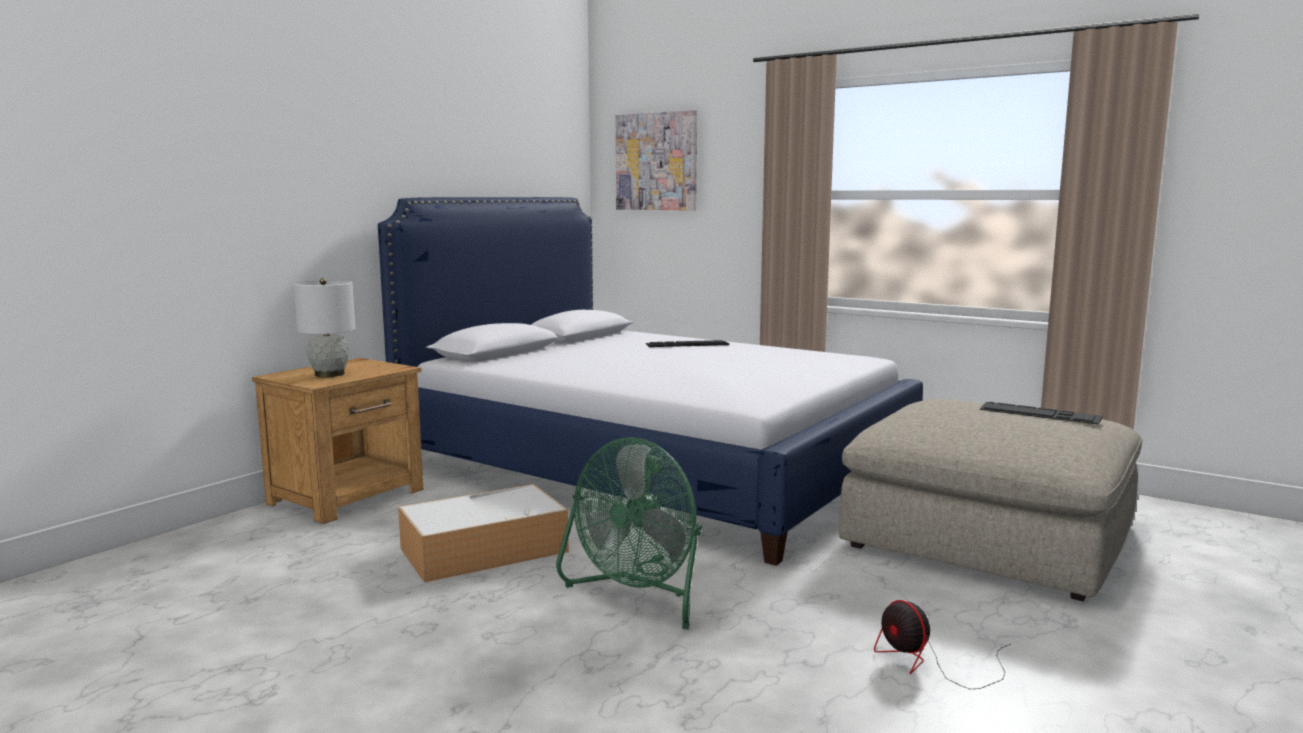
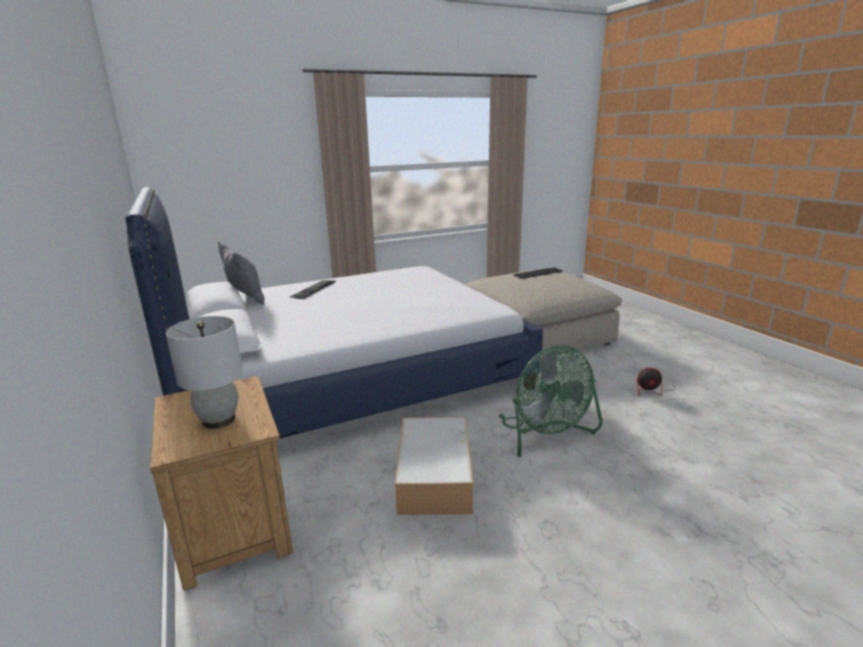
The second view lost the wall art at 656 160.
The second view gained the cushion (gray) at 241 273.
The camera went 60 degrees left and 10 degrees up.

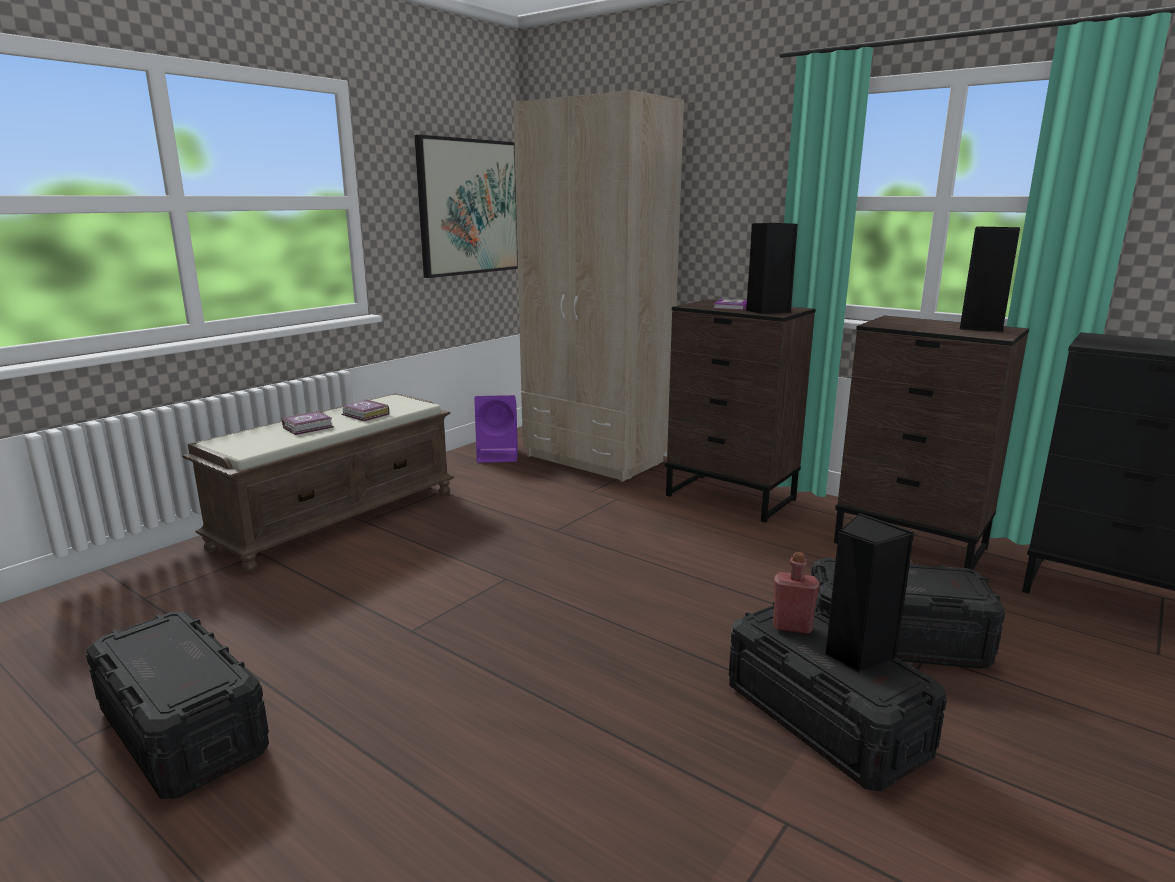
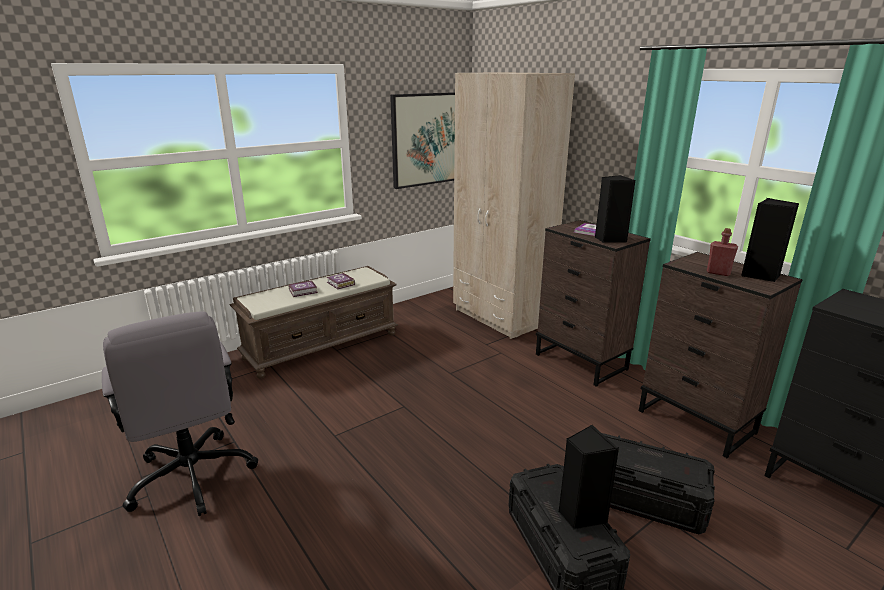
Where the storage box (black) stood at 177 705, the computer chair (gray) came to stand at 180 413.
The second view lost the audio speaker (purple) at 496 429.
The bottle (red-coloured) ended up elsewhere, having gone from 796 593 to 722 252.
The camera went 15 degrees right and 5 degrees up.

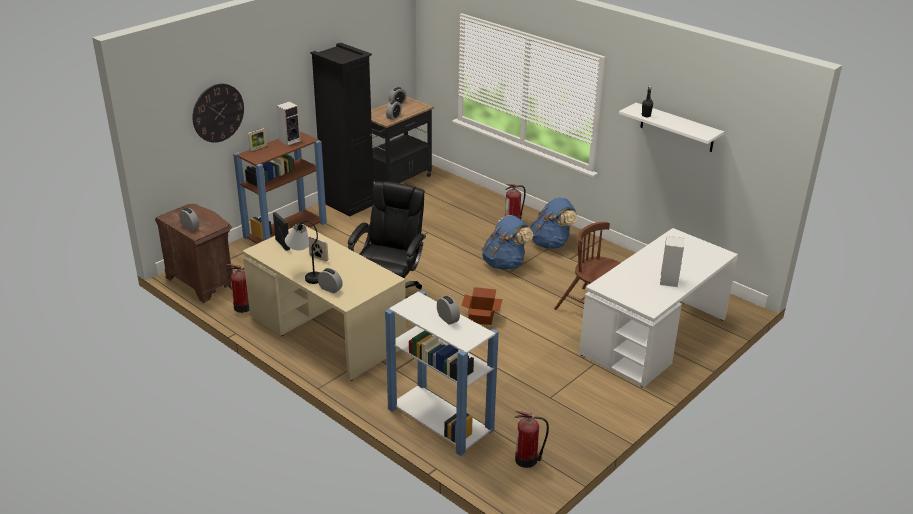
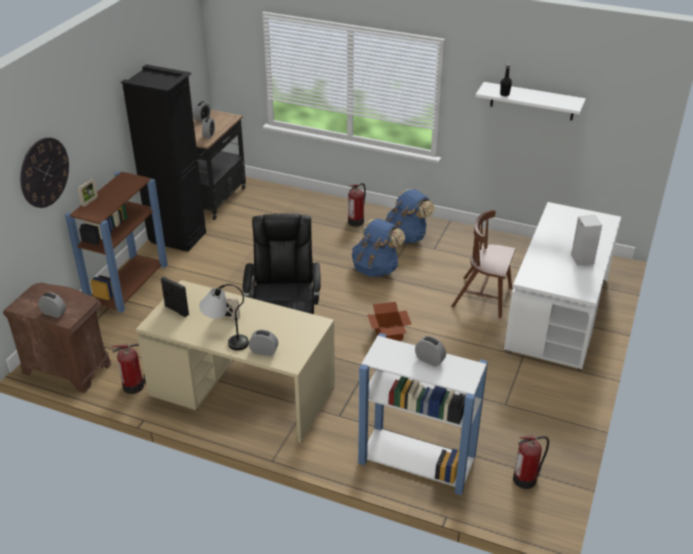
The second view lost the audio speaker at 288 123.
The camera went 20 degrees left and 5 degrees up.

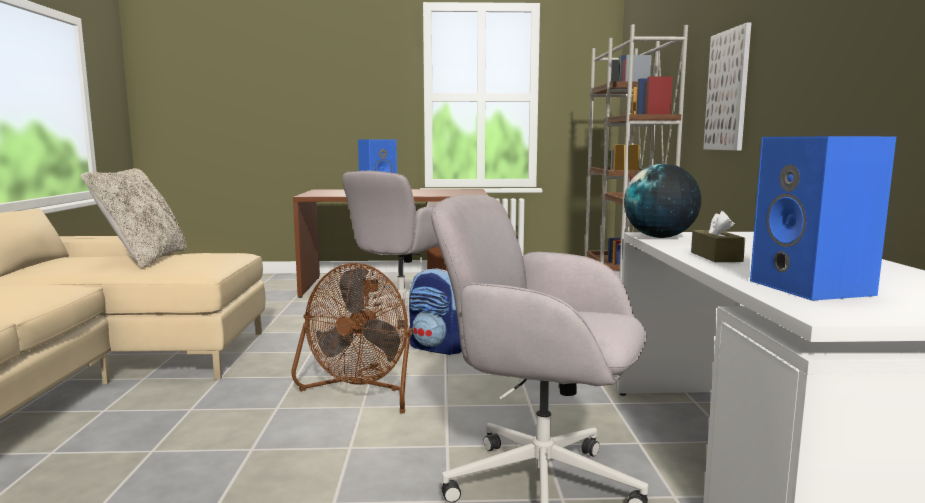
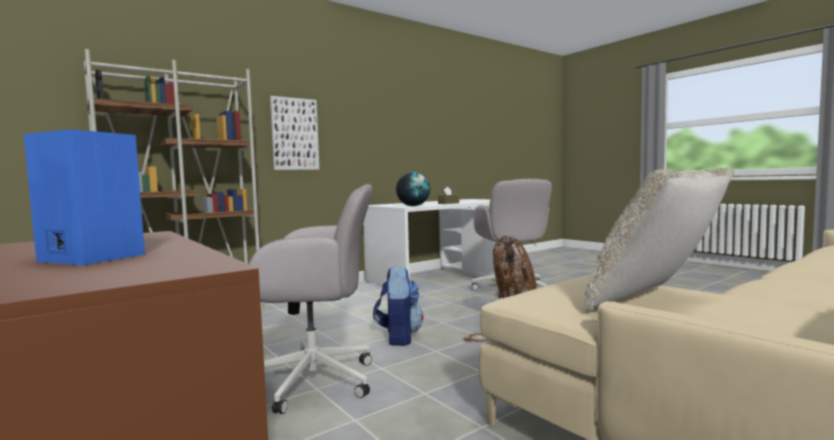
The second view lost the audio speaker (bluish) at 823 218.
The camera went 125 degrees left and 5 degrees down.

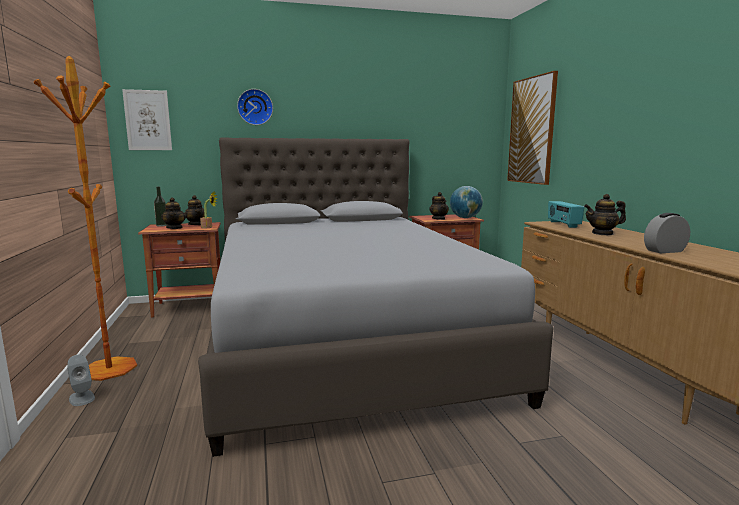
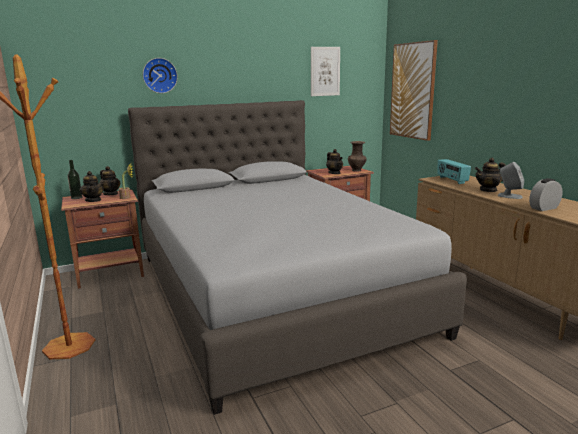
The audio speaker (gray) ended up elsewhere, having gone from 81 380 to 511 180.
The wall art ended up elsewhere, having gone from 147 119 to 325 71.
Where the globe stood at 466 202, the flower vase (brown) came to stand at 357 156.
The camera went 10 degrees left and 5 degrees up.

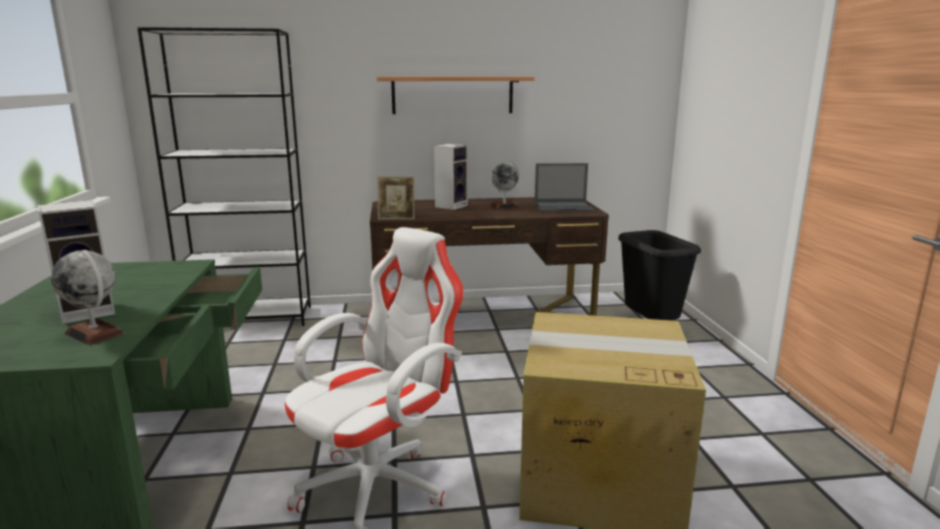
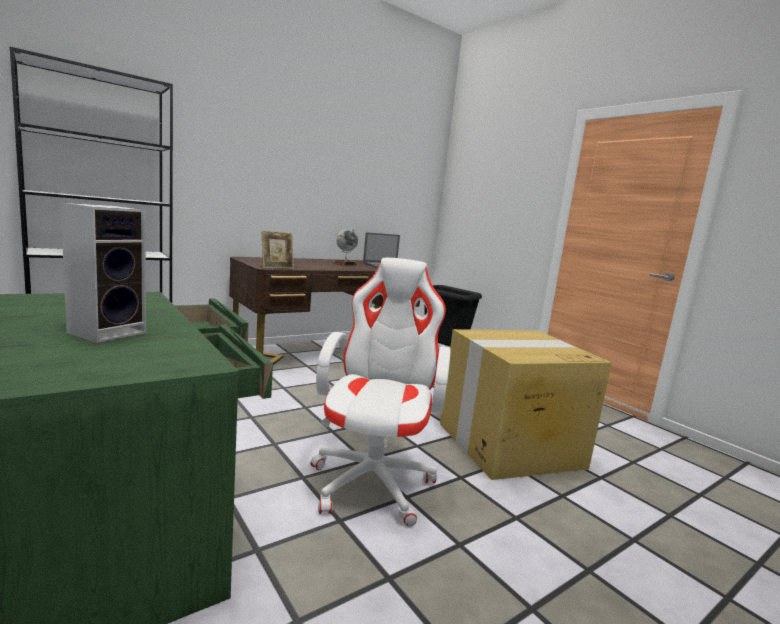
The second view lost the globe at 87 297.
The second view lost the wall shelf at 456 95.
The second view lost the audio speaker at 451 177.
The camera went 30 degrees left and 5 degrees down.

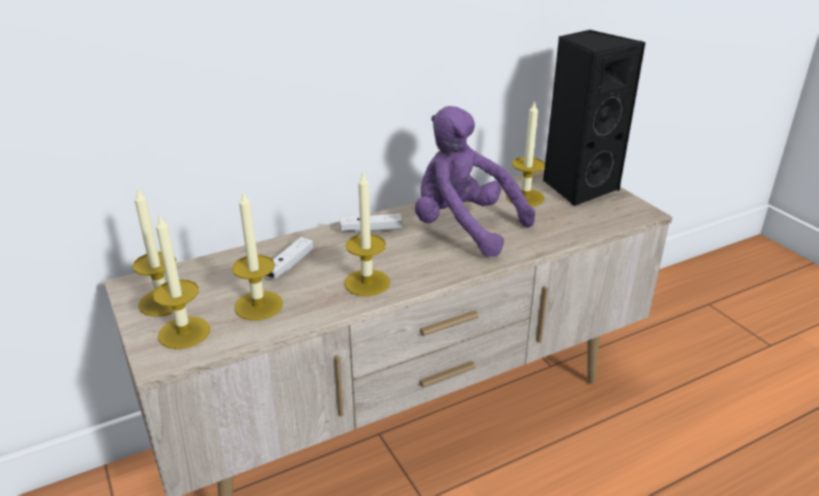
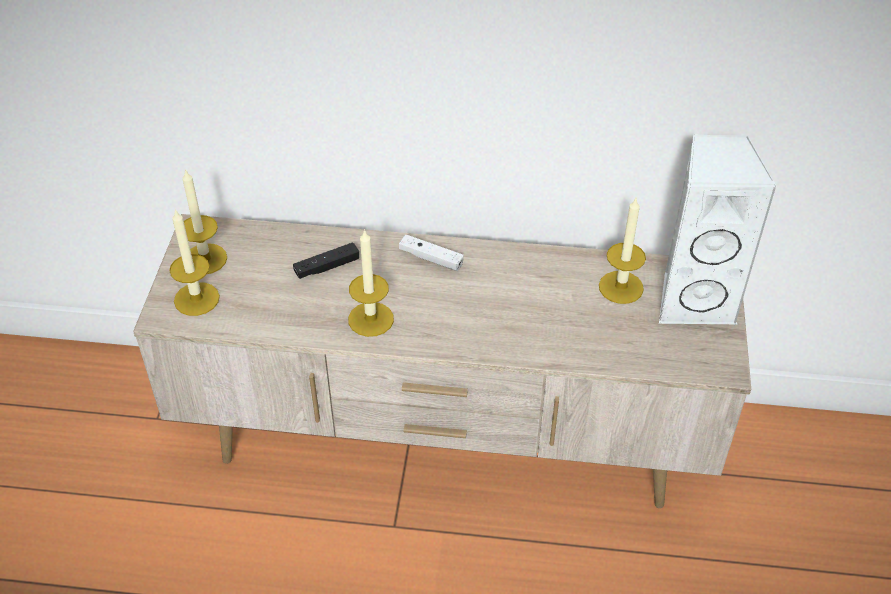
The second view lost the wax candle at 257 256.
What was the joypad (white-coloured) at 289 258 turned into the joypad (black) at 326 260.
The second view lost the plush toy (purple) at 475 181.
What was the audio speaker (black) at 594 118 turned into the audio speaker (white-coloured) at 718 230.
The camera went 35 degrees right and 15 degrees up.

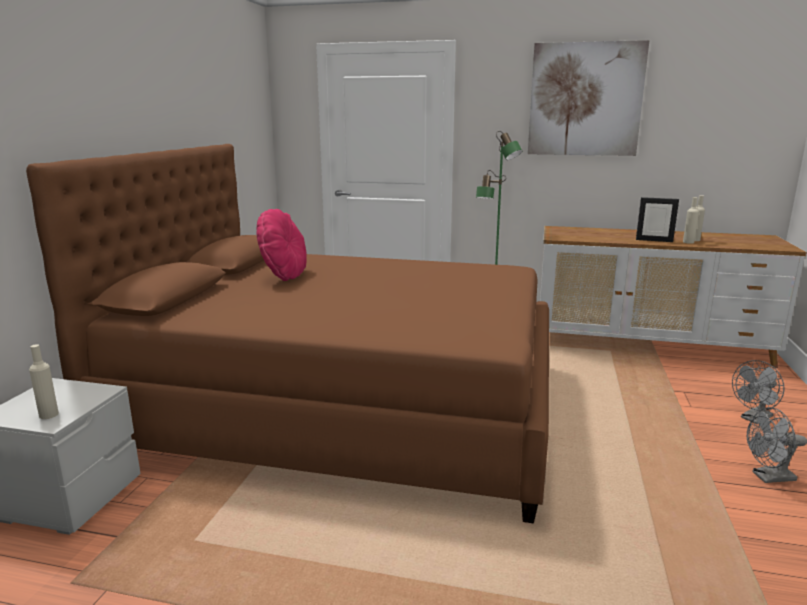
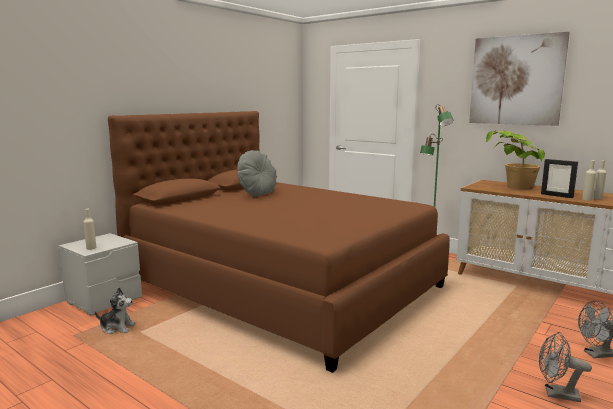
What was the cushion (pink-coloured) at 282 245 turned into the cushion (gray) at 256 173.
The second view gained the plush toy at 115 310.
The second view gained the plant in a pot at 515 160.
The camera went 25 degrees right and 5 degrees down.

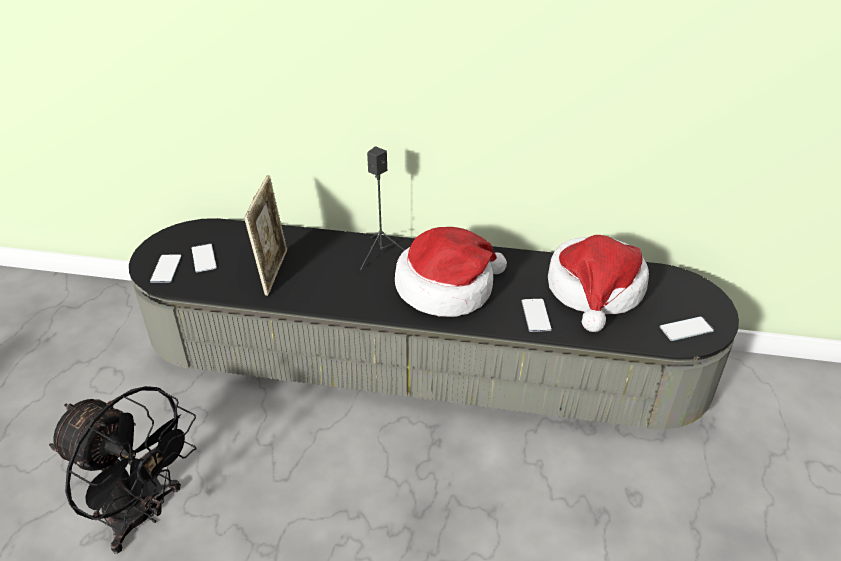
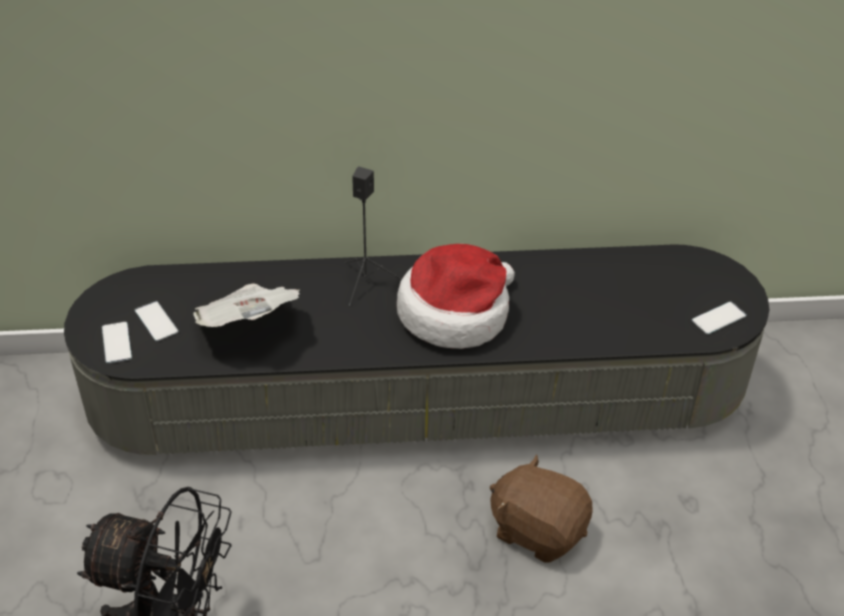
Where the standing frame stood at 265 235, the newspaper came to stand at 246 305.
The second view lost the telephone at 537 315.
The second view lost the clothing hat at 598 283.
The second view gained the plush toy (brown) at 541 509.
The camera went 15 degrees left and 5 degrees up.

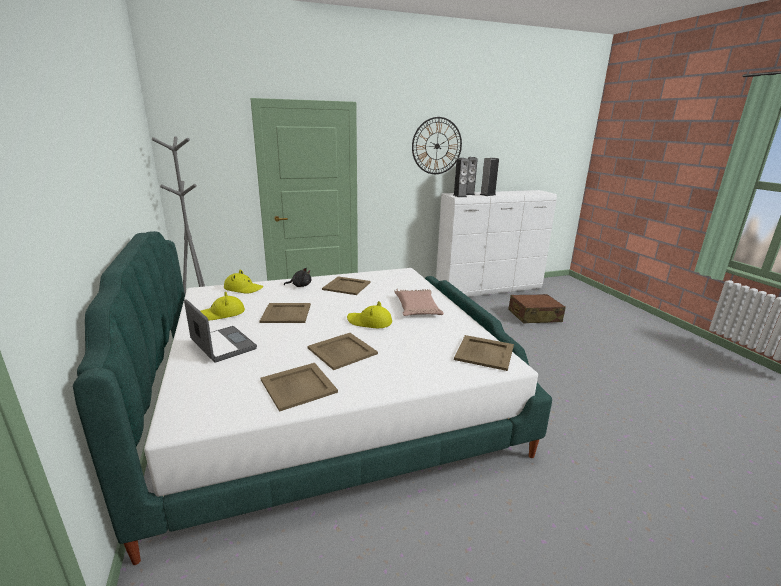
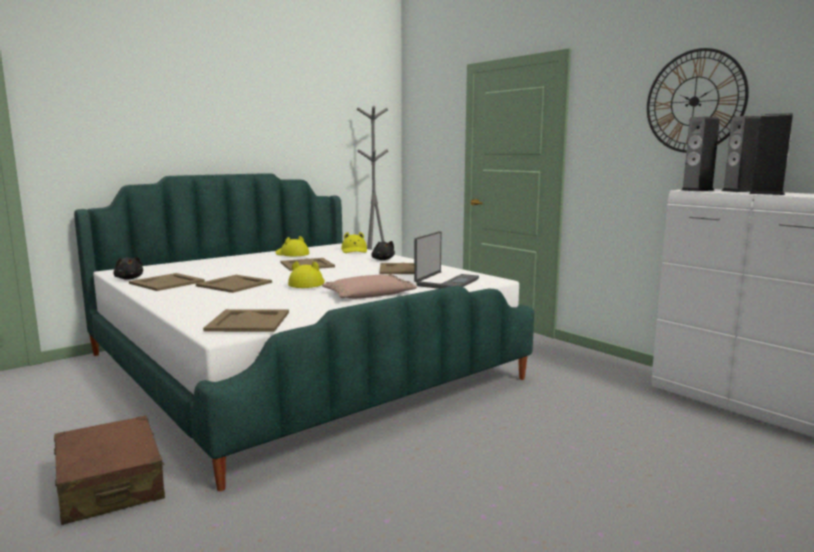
The laptop ended up elsewhere, having gone from 220 331 to 446 260.
The suitcase (brown) ended up elsewhere, having gone from 537 308 to 109 470.
The second view gained the plush toy (black) at 128 268.
The camera went 70 degrees right and 10 degrees down.

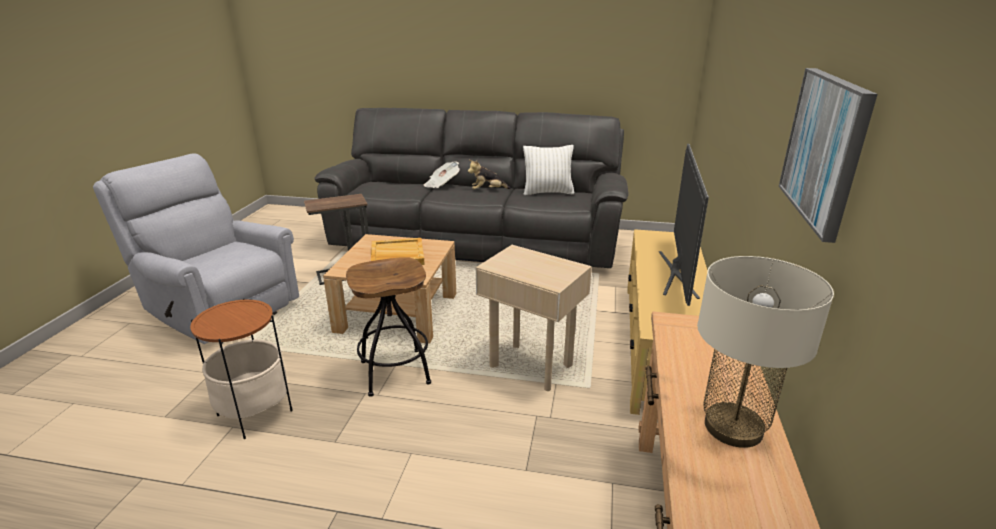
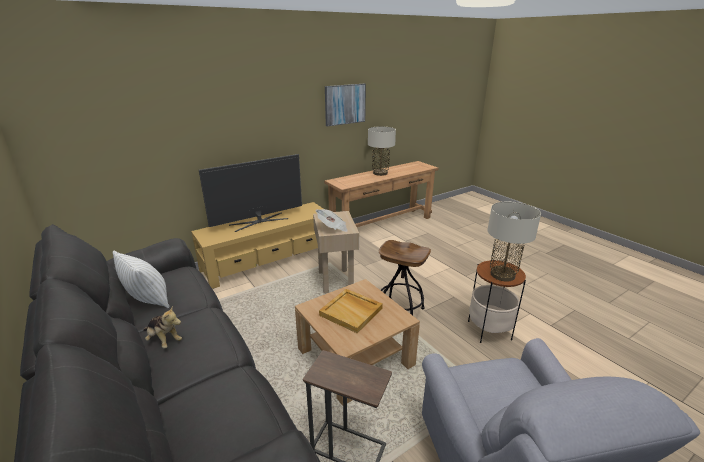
The newspaper ended up elsewhere, having gone from 442 174 to 332 220.
The second view gained the tabletop lamp at 514 241.
The camera went 135 degrees left and 0 degrees up.

